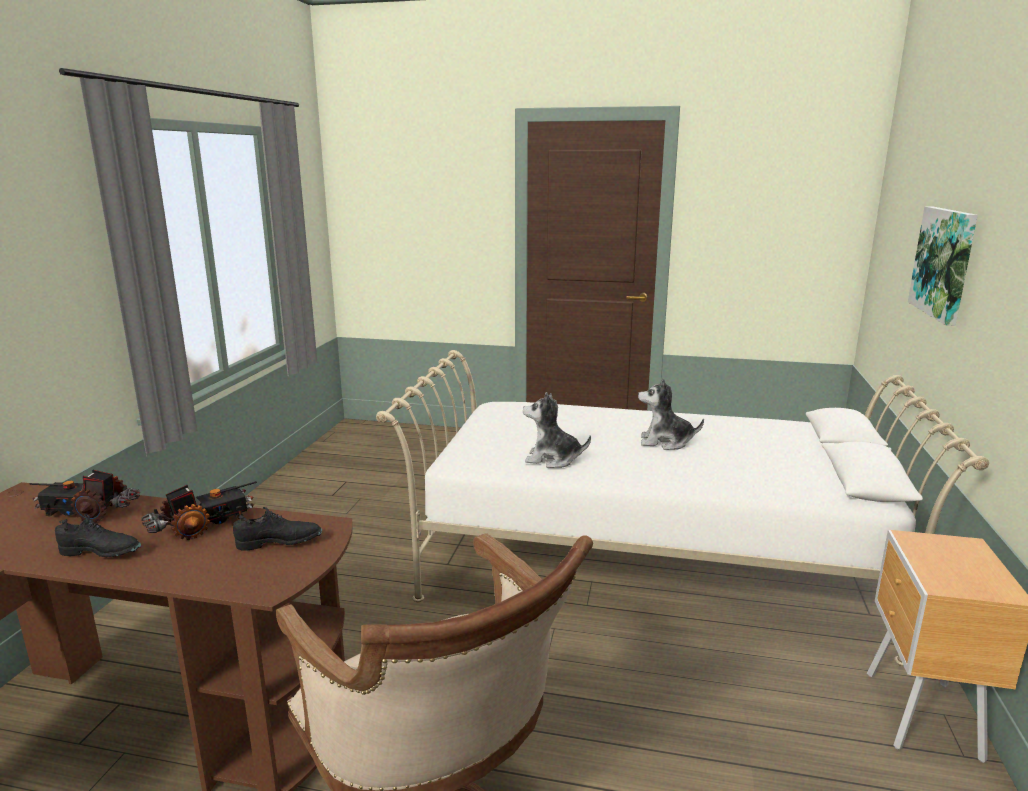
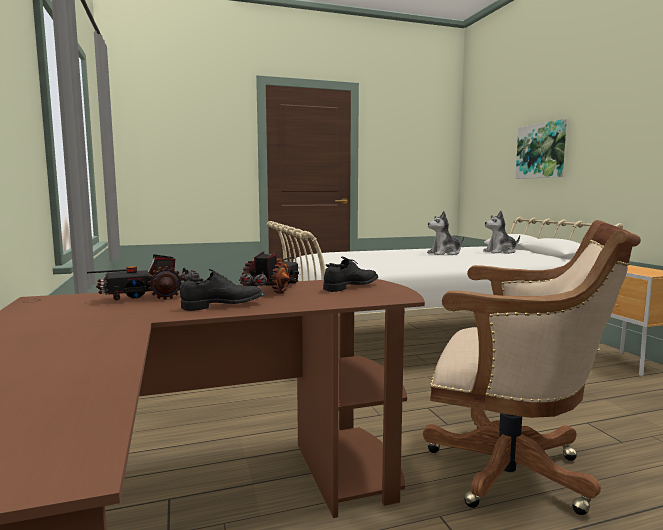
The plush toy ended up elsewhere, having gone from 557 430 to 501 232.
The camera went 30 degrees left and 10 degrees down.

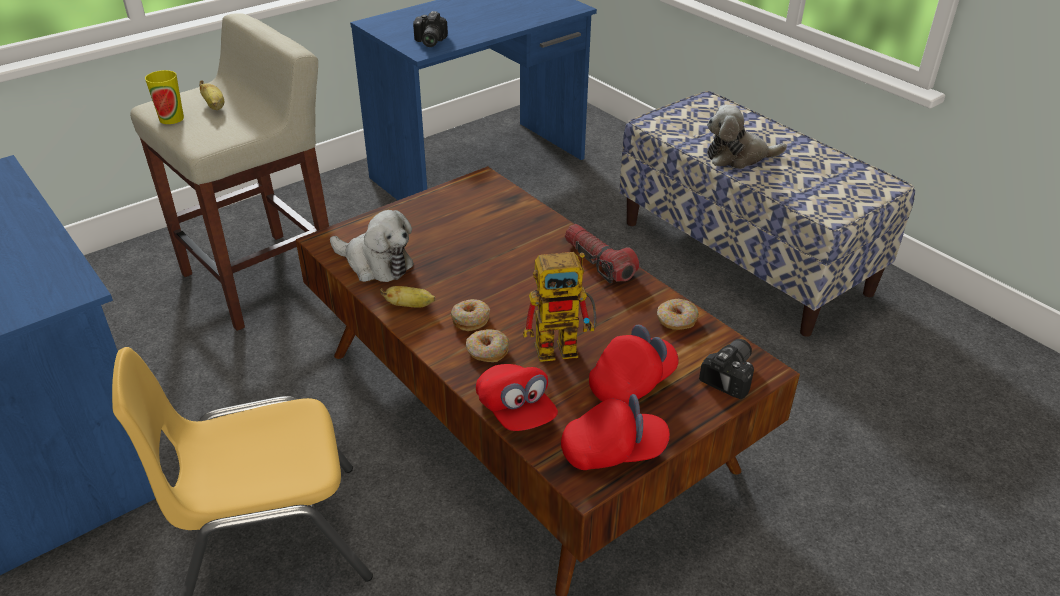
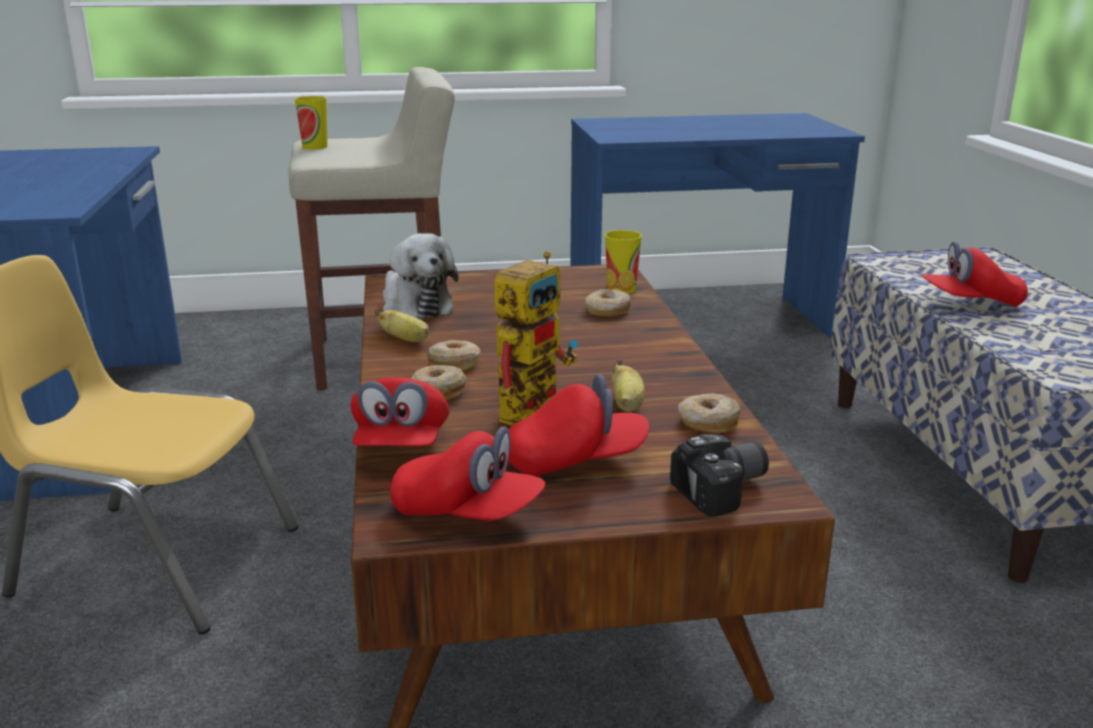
The banana fruit ended up elsewhere, having gone from 211 95 to 628 386.
The second view lost the still camera at 430 29.
The robot figure at 560 307 ended up facing another way, 75 degrees counterclockwise from before.
The second view lost the flashlight at 602 254.
Where the plush toy stood at 747 137, the baseball cap (red-coloured) came to stand at 974 274.
The second view gained the ring doughnut at 608 302.
The second view gained the cup at 623 262.
The camera went 30 degrees right and 15 degrees down.

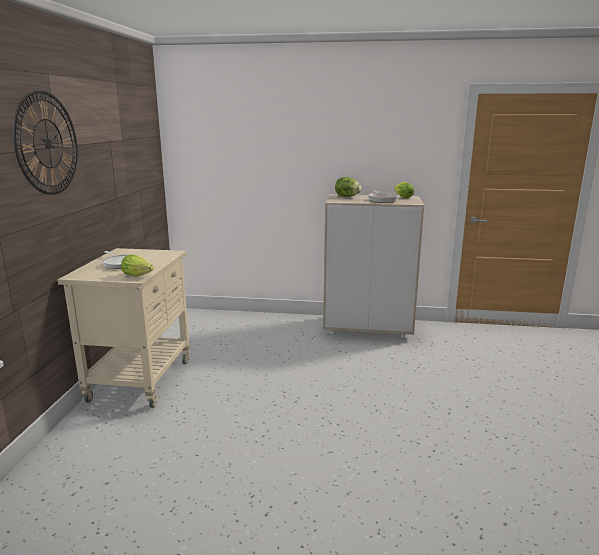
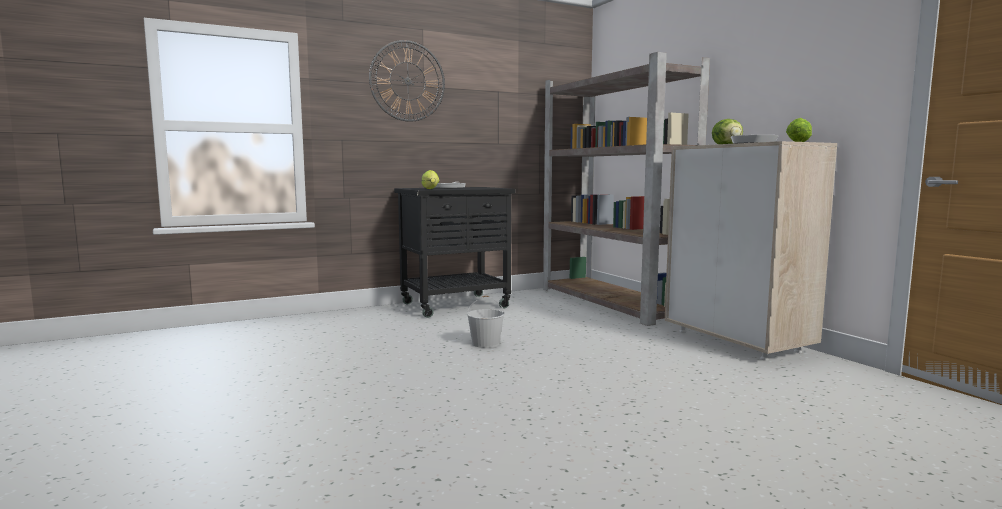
What was the wheeled cart (sand-coloured) at 124 328 turned into the wheeled cart (black) at 455 252.
The second view gained the bucket (white-coloured) at 485 322.
The second view gained the shelving unit (brown) at 626 189.
The camera went 55 degrees right and 10 degrees down.

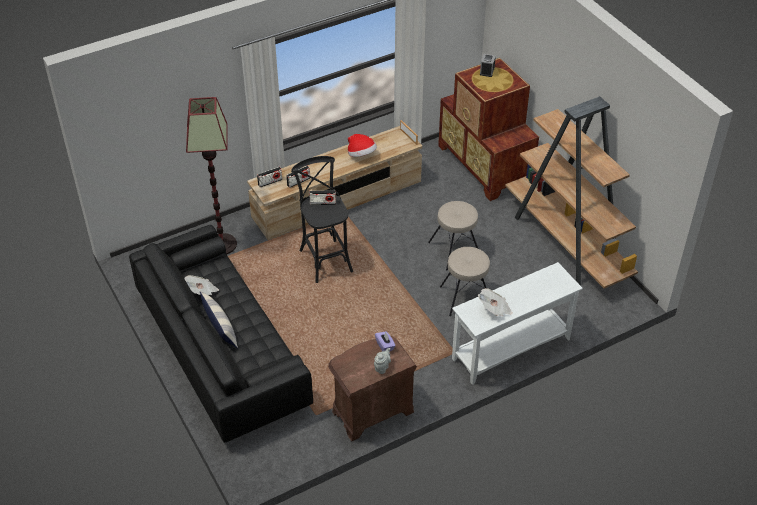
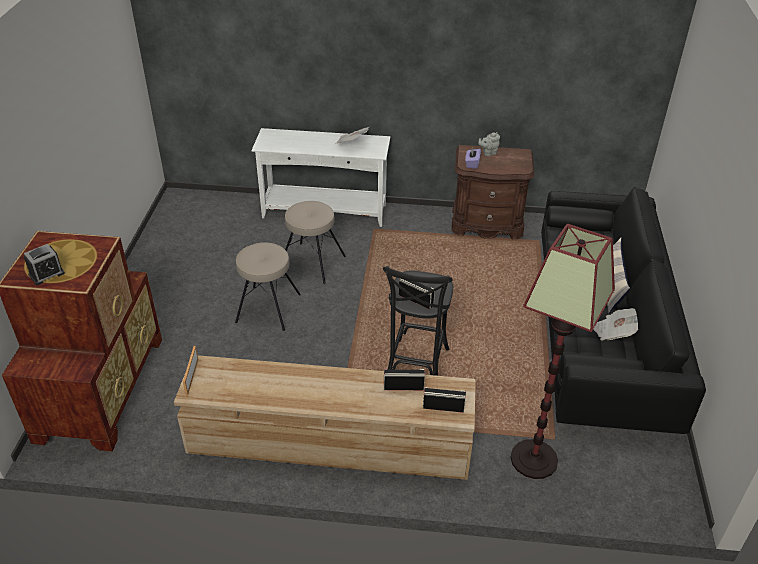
The second view lost the clothing hat at 362 145.
The second view lost the shelving unit (brown) at 571 192.
The camera went 145 degrees left and 5 degrees down.

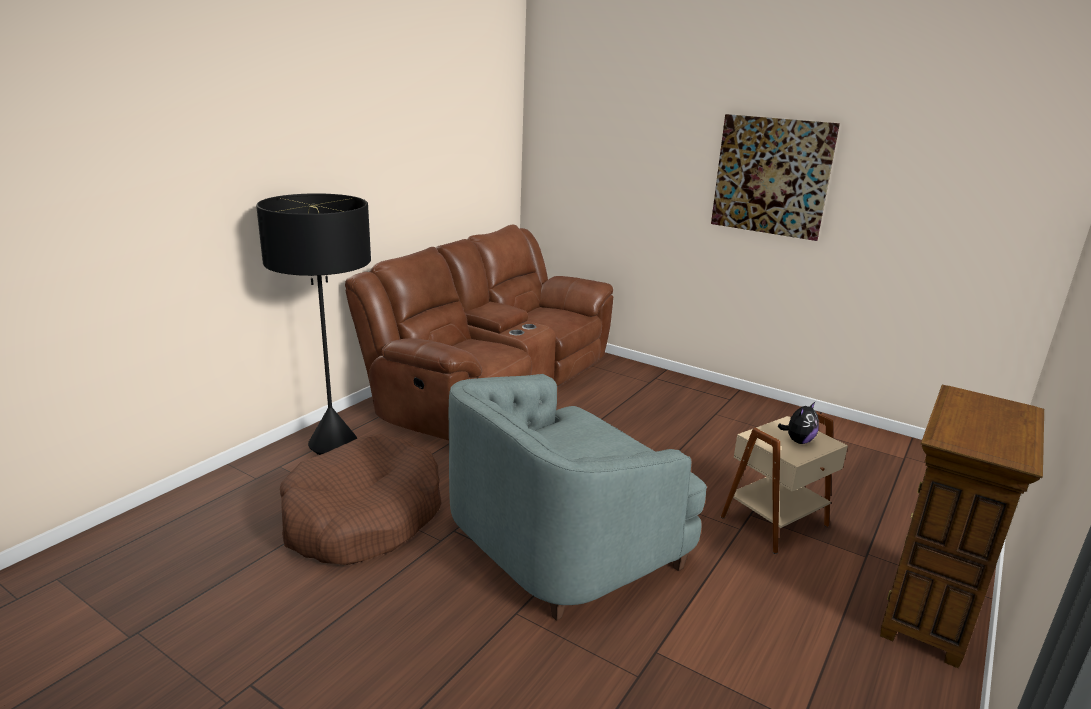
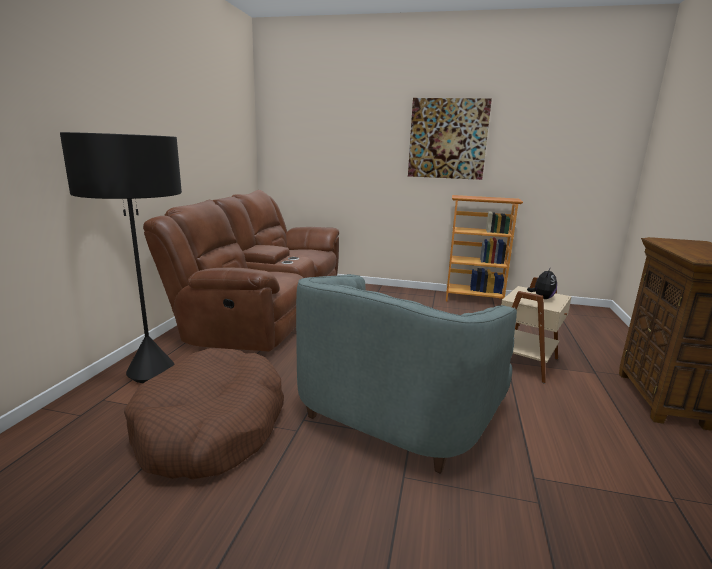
The second view gained the shelving unit at 484 248.
The camera went 20 degrees left and 5 degrees down.

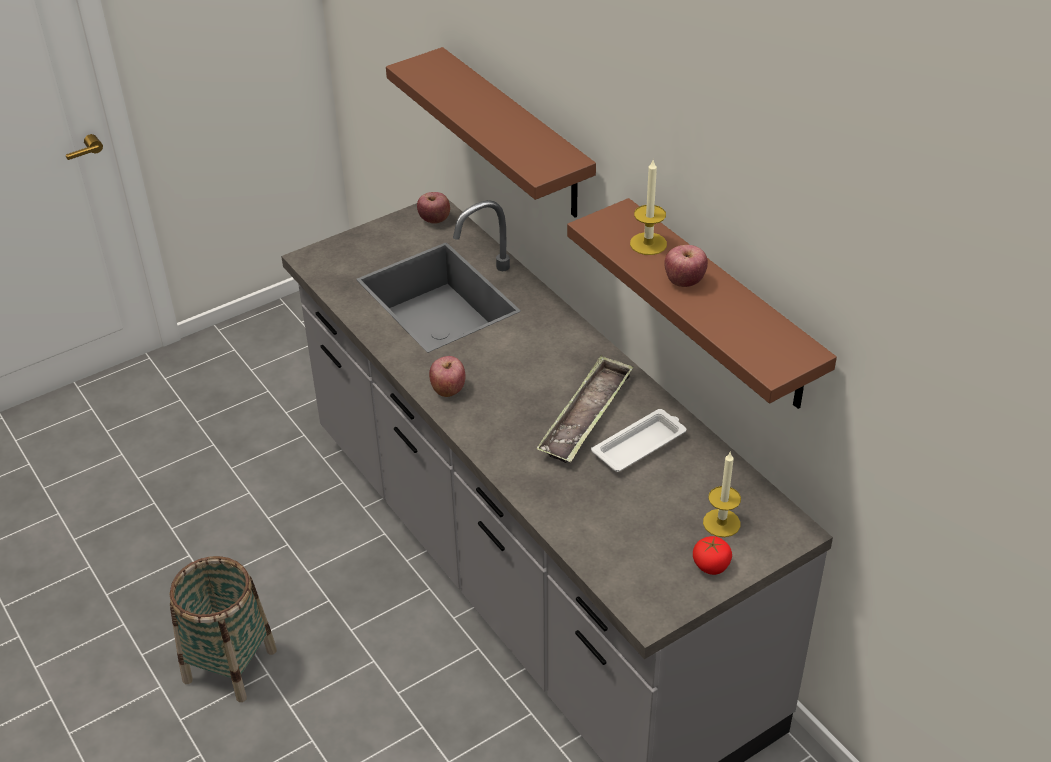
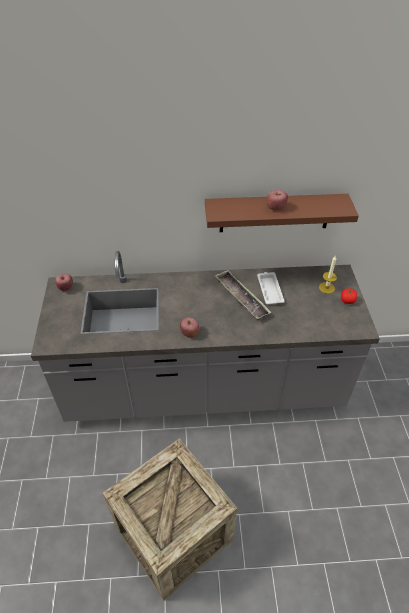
Where the household basket stood at 223 629, the shipping crate came to stand at 170 519.
The second view lost the wall shelf (brown) at 491 132.
The second view lost the wax candle at 648 207.
The camera went 60 degrees left and 5 degrees up.

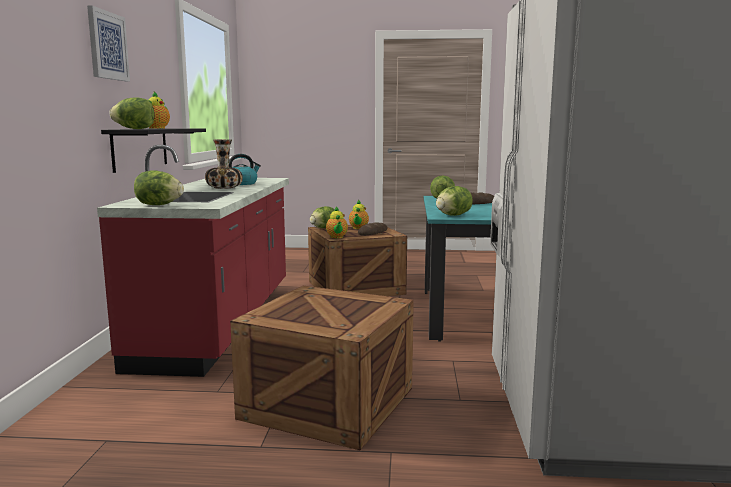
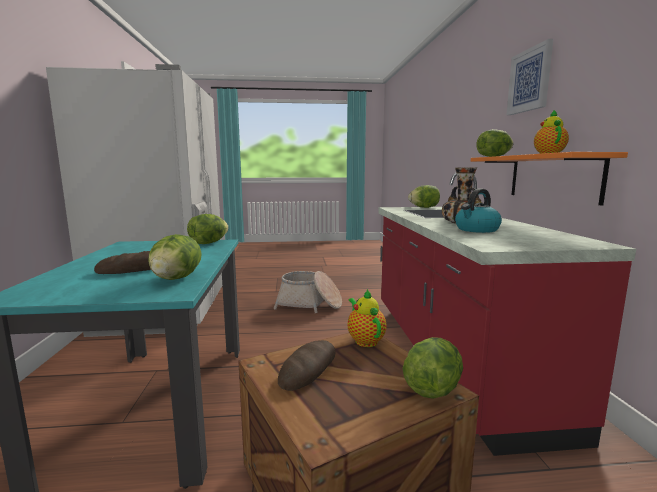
What was the wall shelf (black) at 153 150 turned into the wall shelf (orange) at 549 179.
Where the shipping crate stood at 322 368, the household basket came to stand at 307 292.
The second view lost the tea pot at 359 214.
The camera went 170 degrees right and 0 degrees up.

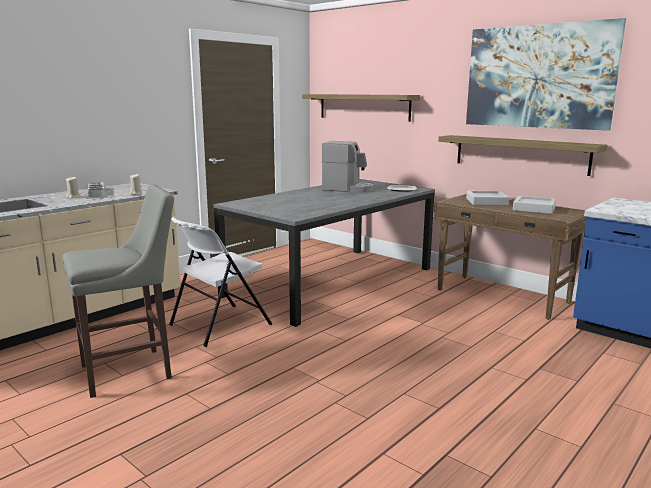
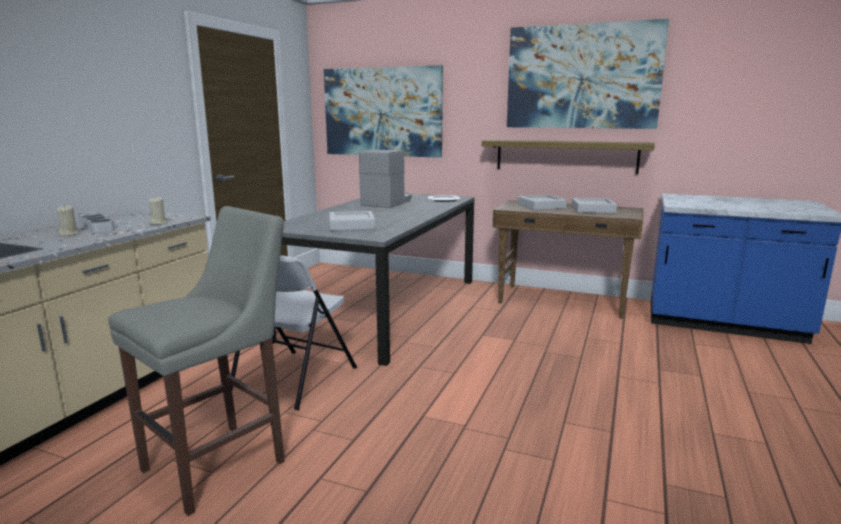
Where the wall shelf hung at 361 108, the wall art came to hang at 383 111.
The coffee maker at 348 166 ended up facing another way, 60 degrees counterclockwise from before.
The second view gained the tray (gray) at 352 221.
The camera went 20 degrees left and 0 degrees up.

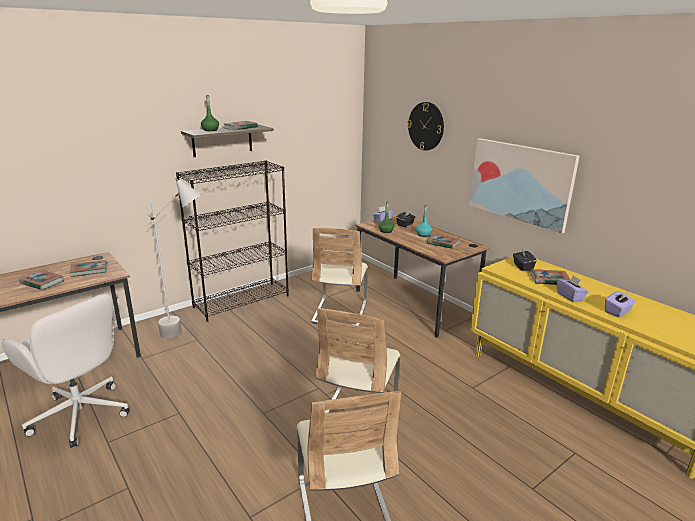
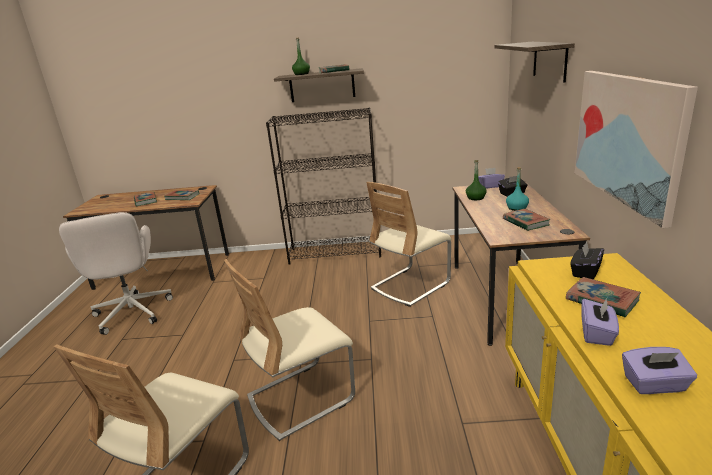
The second view lost the standard lamp (gray) at 174 258.
Where the hanging clock hung at 425 126, the wall shelf came to hang at 535 62.
The camera went 40 degrees right and 0 degrees up.

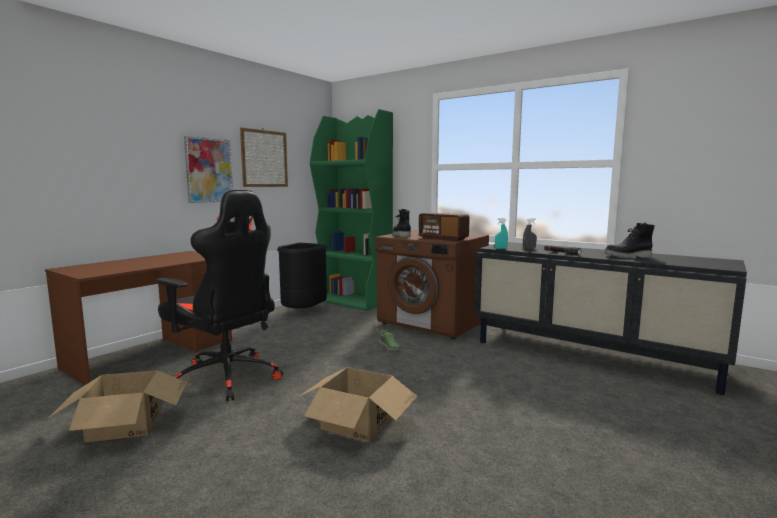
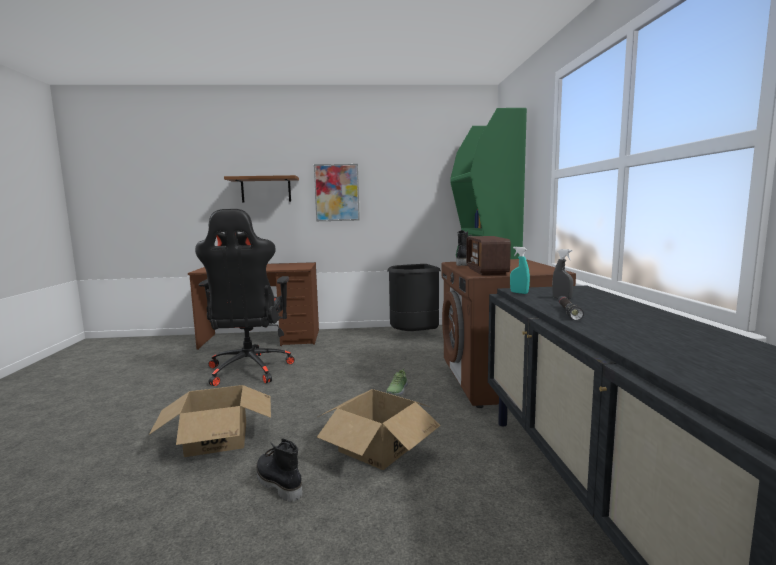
The carton ended up elsewhere, having gone from 118 406 to 379 429.
The second view lost the wall art at 264 157.
The high-top boot (black) ended up elsewhere, having gone from 629 240 to 279 470.
The second view gained the wall shelf (brown) at 261 189.
The camera went 50 degrees right and 0 degrees up.

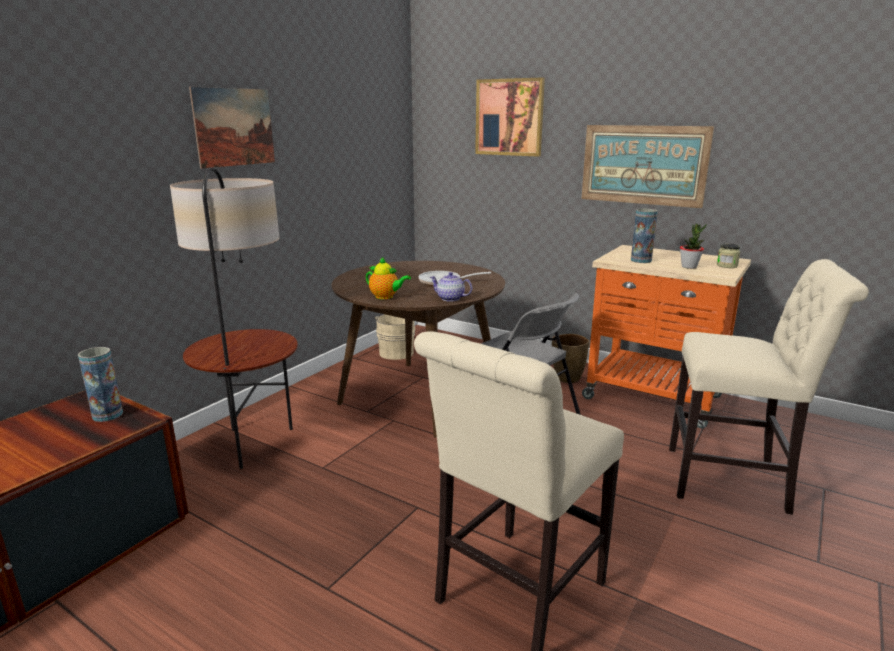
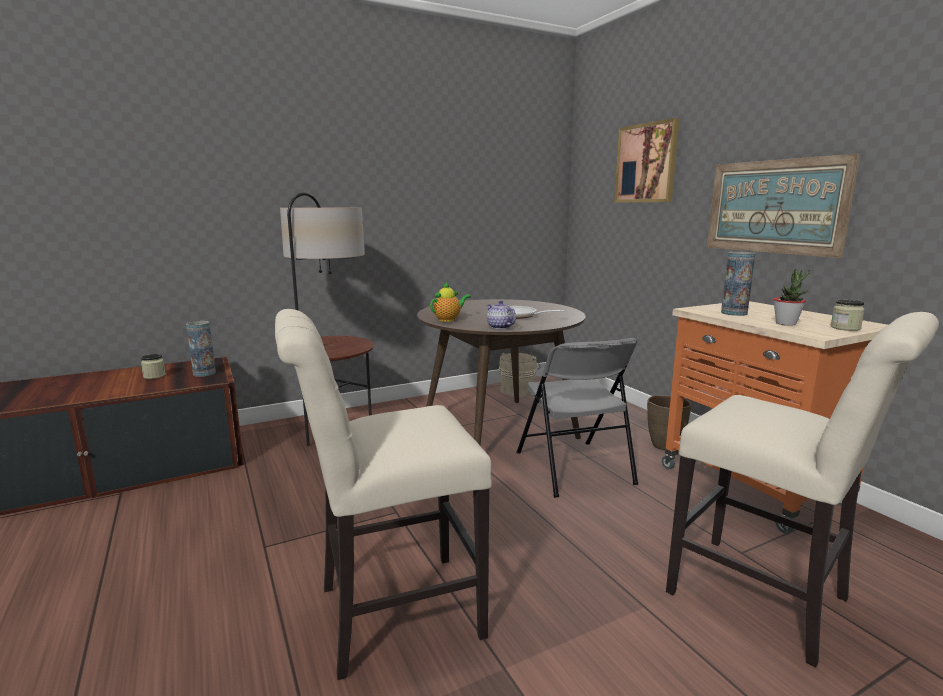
The second view lost the wall art at 232 127.
The tea pot at 388 278 ended up facing another way, 90 degrees counterclockwise from before.
The second view gained the jar at 153 366.
The camera went 30 degrees right and 5 degrees down.

